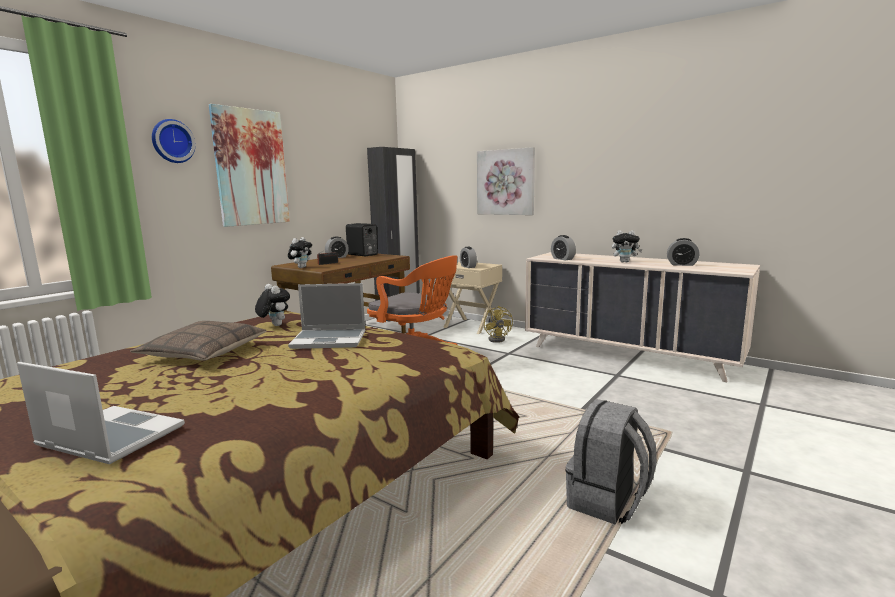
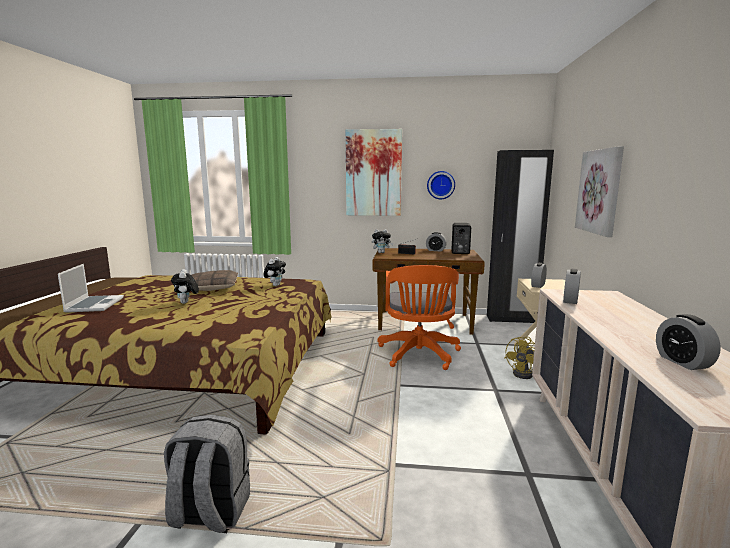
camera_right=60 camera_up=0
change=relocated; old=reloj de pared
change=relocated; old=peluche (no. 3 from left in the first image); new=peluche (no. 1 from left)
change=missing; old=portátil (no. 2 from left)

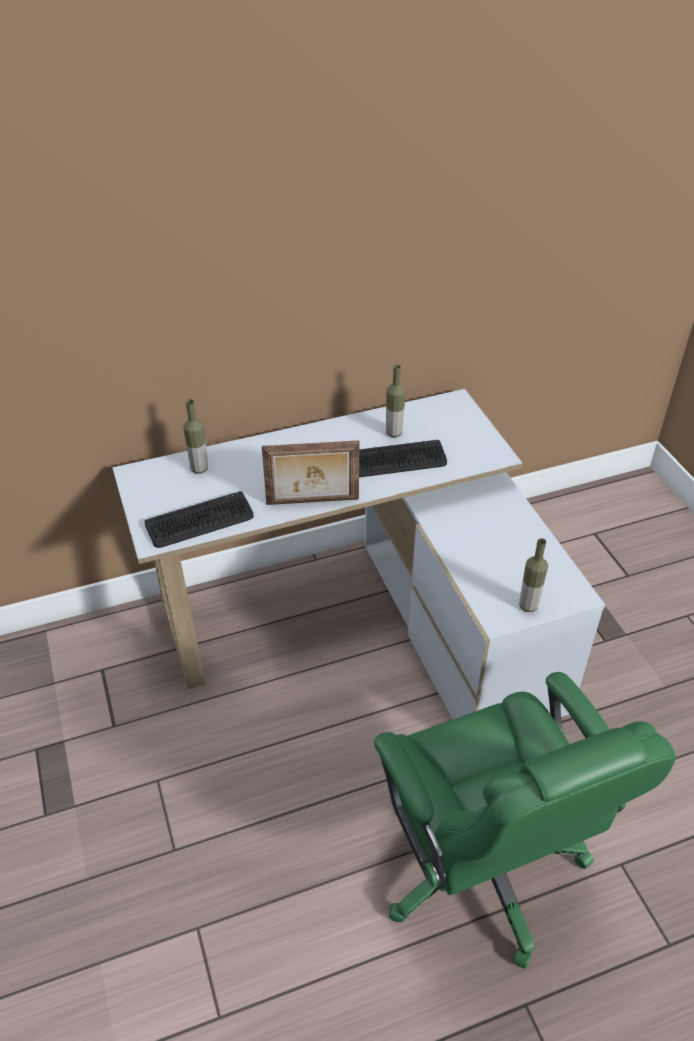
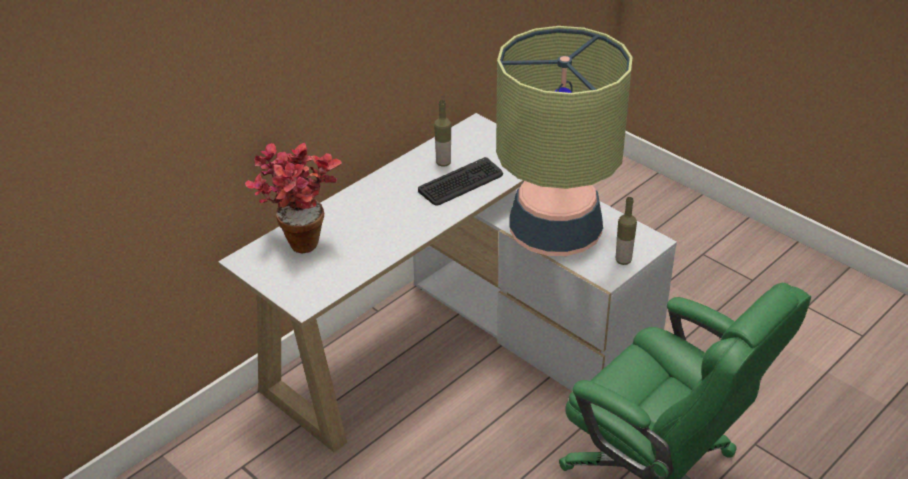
camera_right=-25 camera_up=-5
change=exchanged; old=botella (no. 1 from left); new=planta en maceta
change=missing; old=portarretratos
change=missing; old=teclado (no. 1 from left)
change=appeared; new=lámpara de mesa

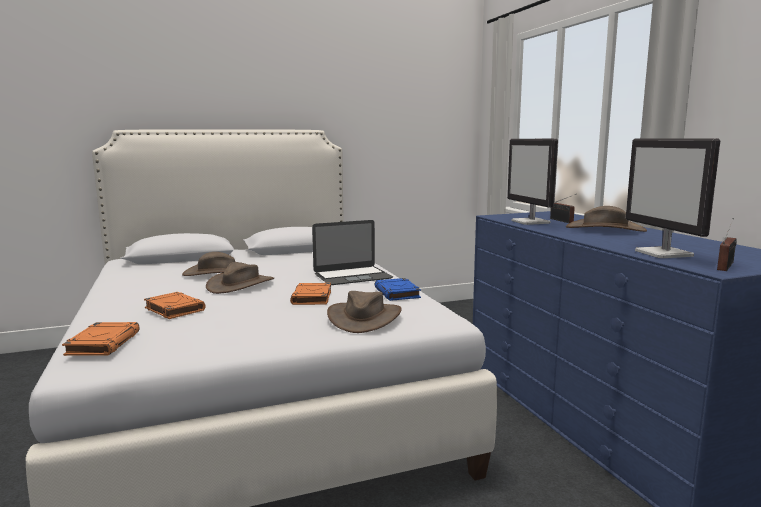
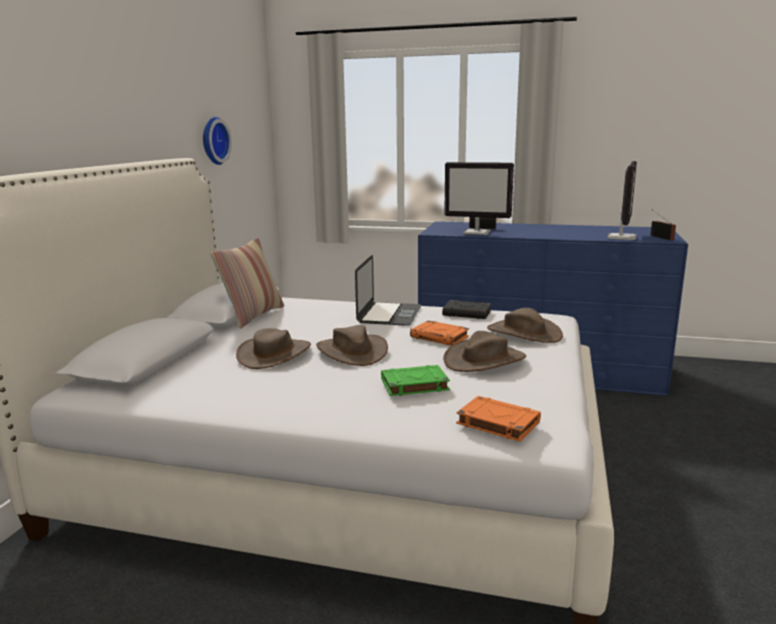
camera_right=-55 camera_up=5
change=spun; old=monitor (no. 2 from left); degrees=-90
change=relocated; old=sombrero/marrón (no. 4 from left in the first image); new=sombrero/marrón (no. 3 from left)
change=colour; old=libro/azul; new=libro/negro
change=colour; old=libro/naranja (no. 2 from left); new=libro/verde
change=appeared; new=reloj de pared
change=appeared; new=cojín

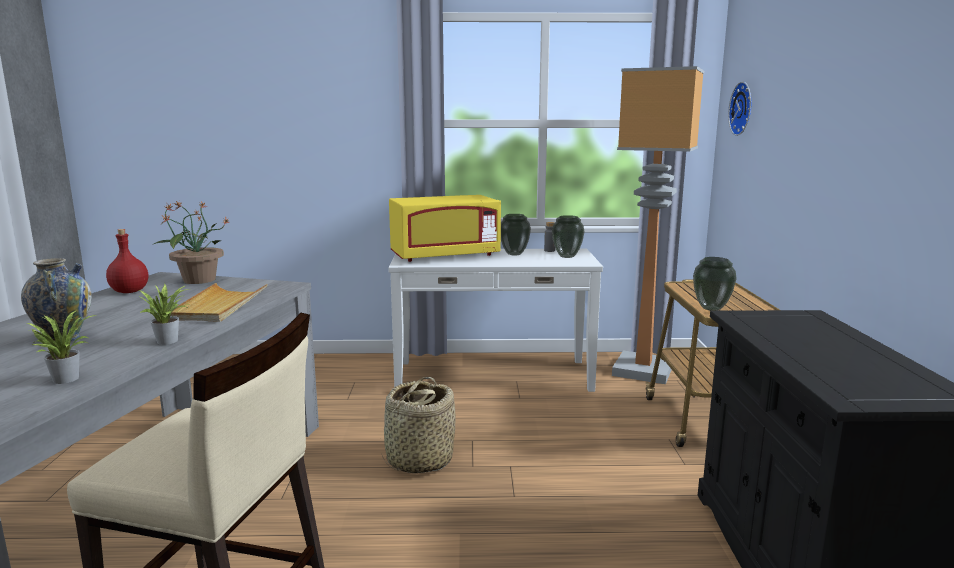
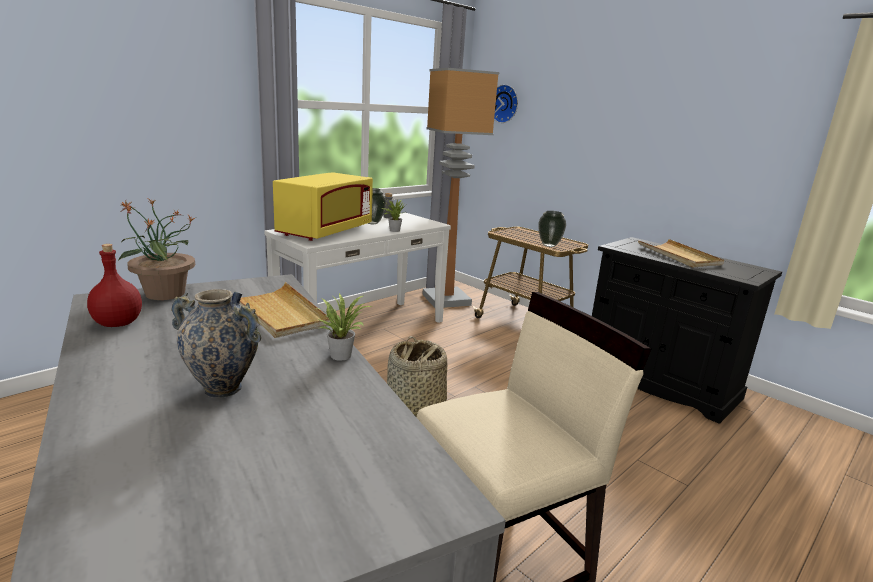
camera_right=-45 camera_up=5
change=missing; old=florero (no. 3 from left)
change=relocated; old=planta en maceta (no. 1 from left in the first image); new=planta en maceta (no. 3 from left)
change=appeared; new=bandeja/beis (no. 2 from left)

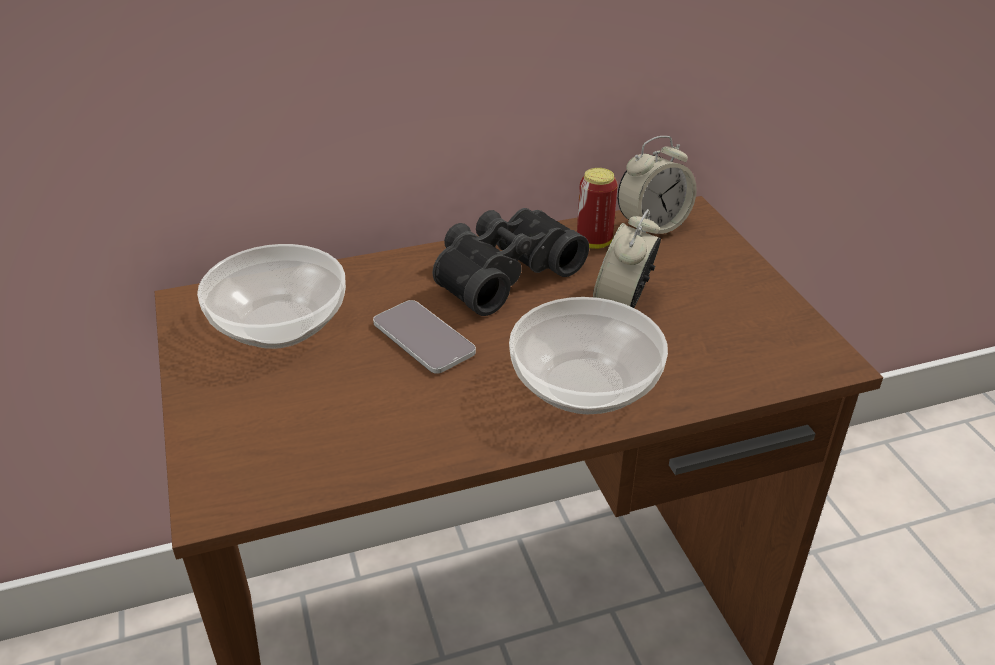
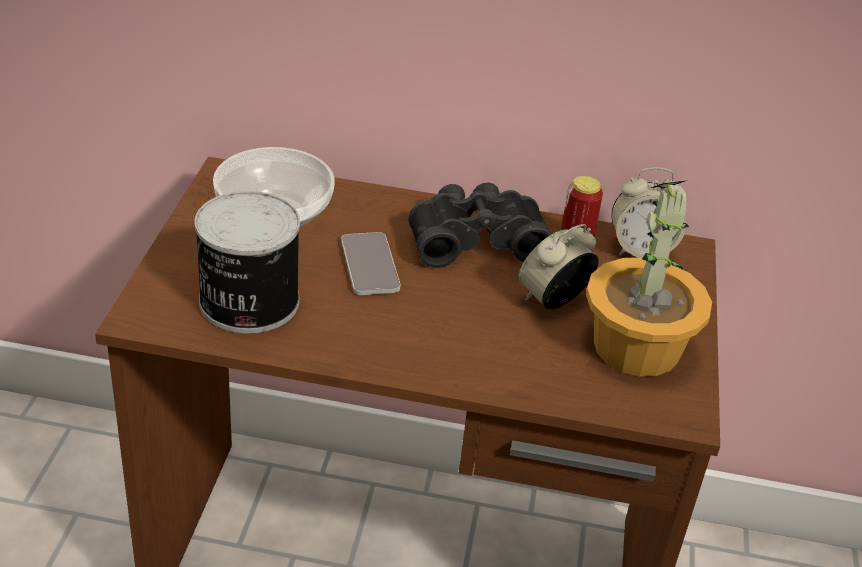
camera_right=25 camera_up=0
change=missing; old=cuenco (no. 2 from left)
change=appeared; new=planta en maceta
change=appeared; new=lata (no. 1 from left)

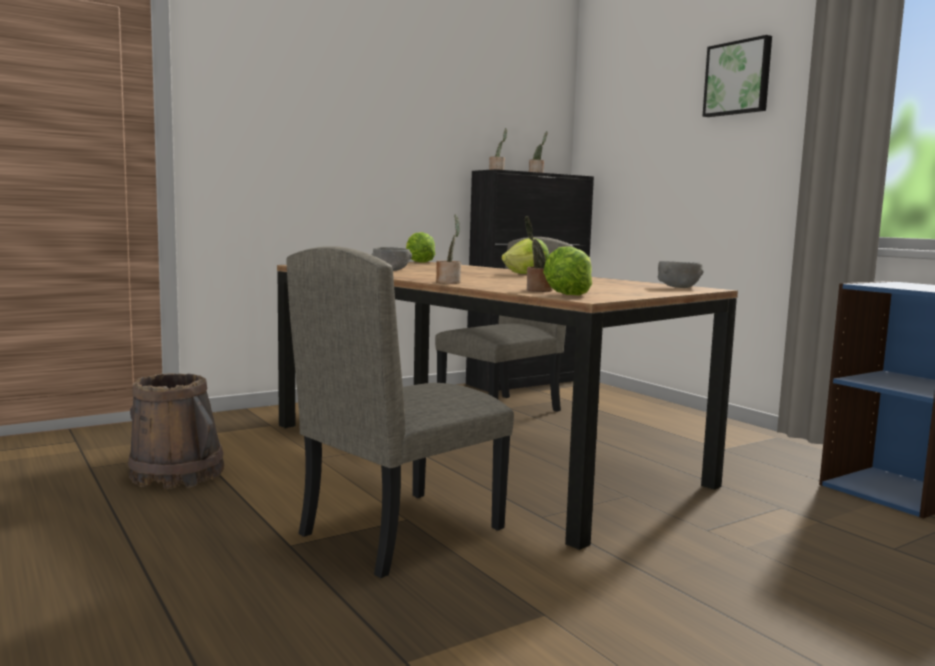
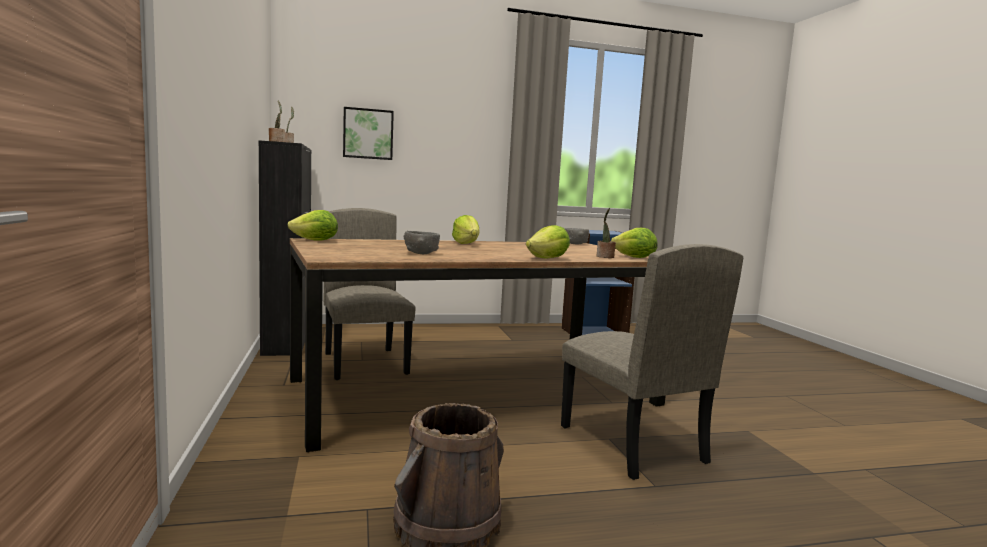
camera_right=-70 camera_up=0
change=relocated; old=cuadro
change=exchanged; old=planta en maceta (no. 1 from left); new=lechuga (no. 3 from left)

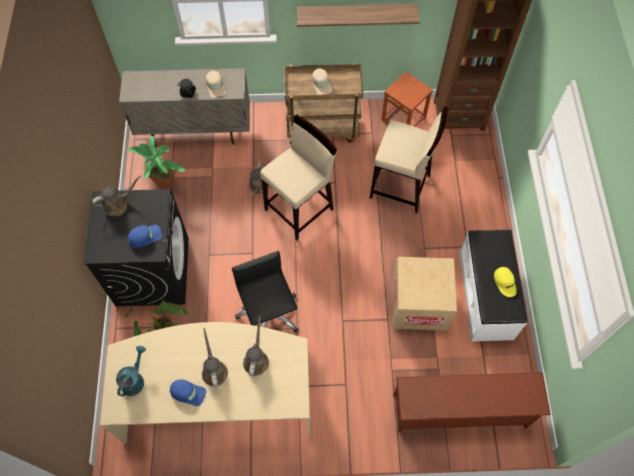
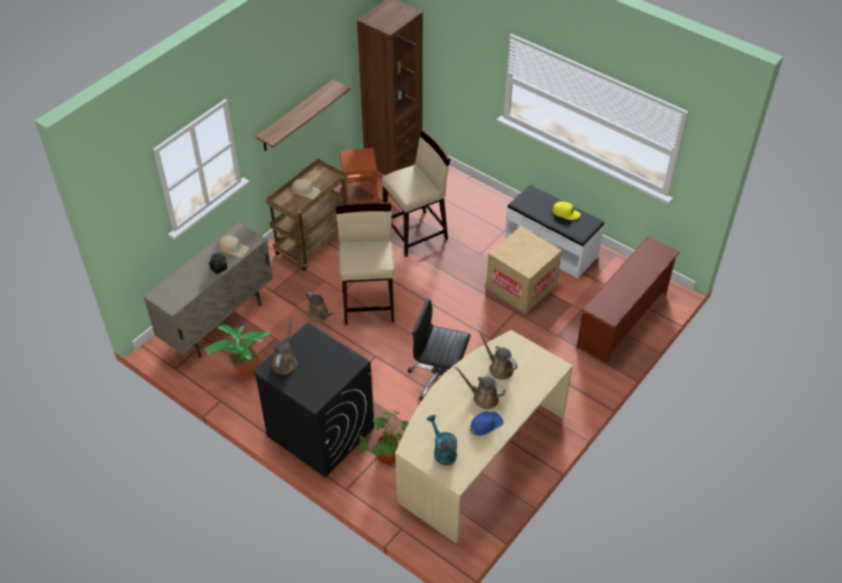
camera_right=-50 camera_up=-15
change=missing; old=gorra/azul (no. 1 from left)

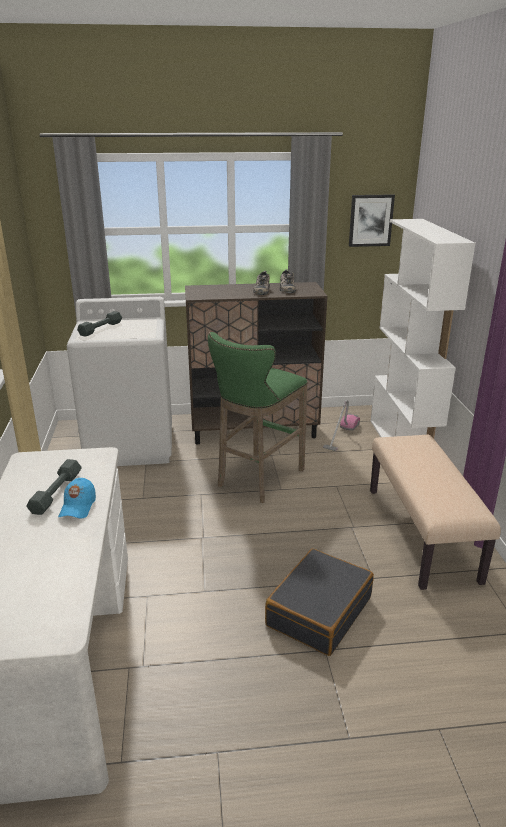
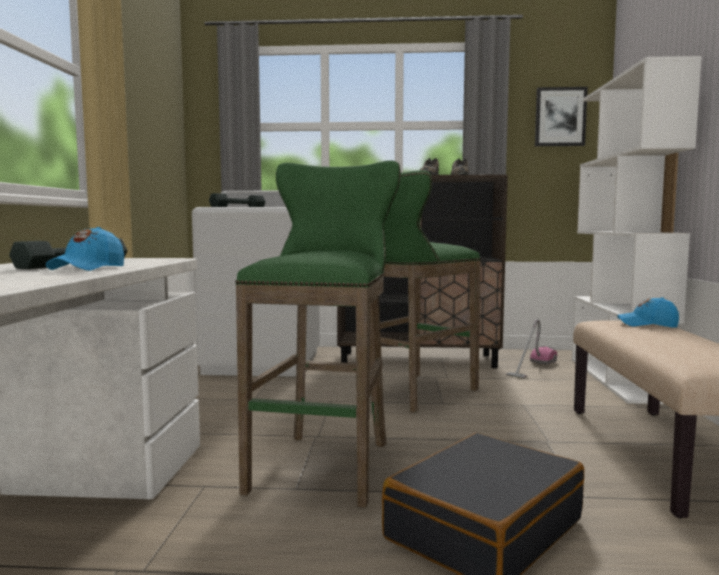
camera_right=10 camera_up=-20
change=appeared; new=taburete/verde (no. 1 from left)
change=appeared; new=gorra/azul (no. 2 from left)

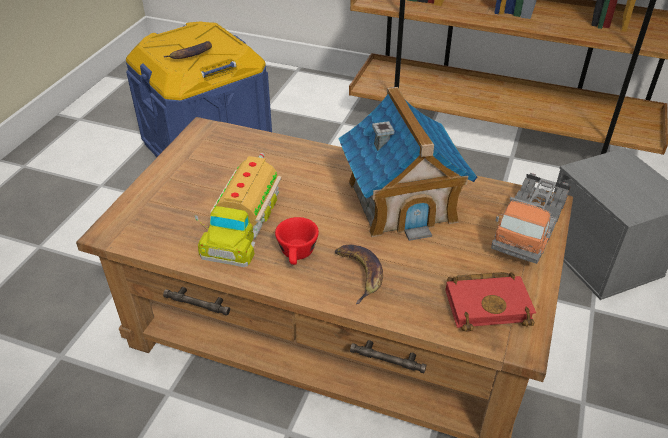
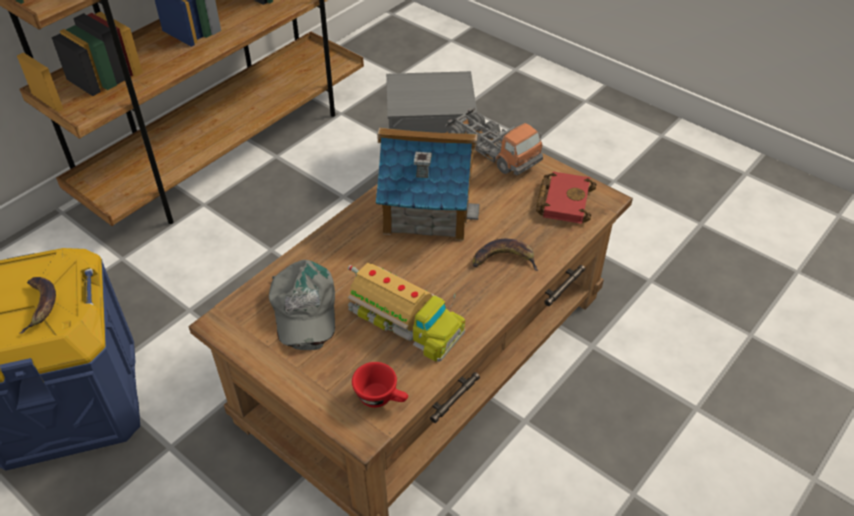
camera_right=-70 camera_up=5
change=relocated; old=taza/rojo
change=appeared; new=gorra/gris

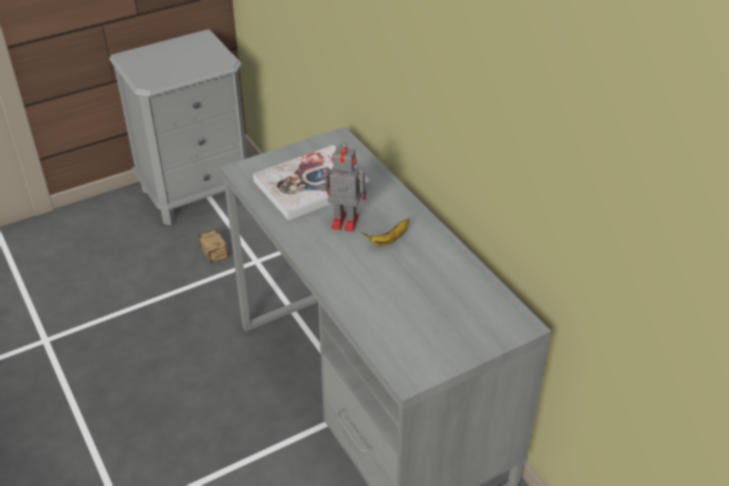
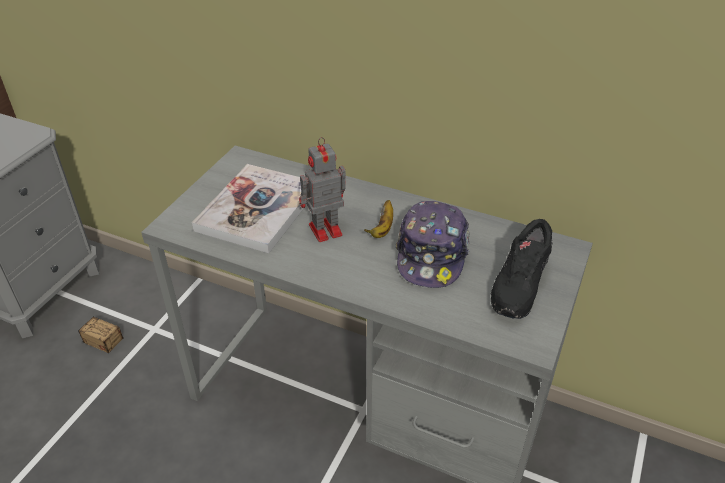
camera_right=-35 camera_up=0
change=appeared; new=gorra
change=appeared; new=zapato/negro

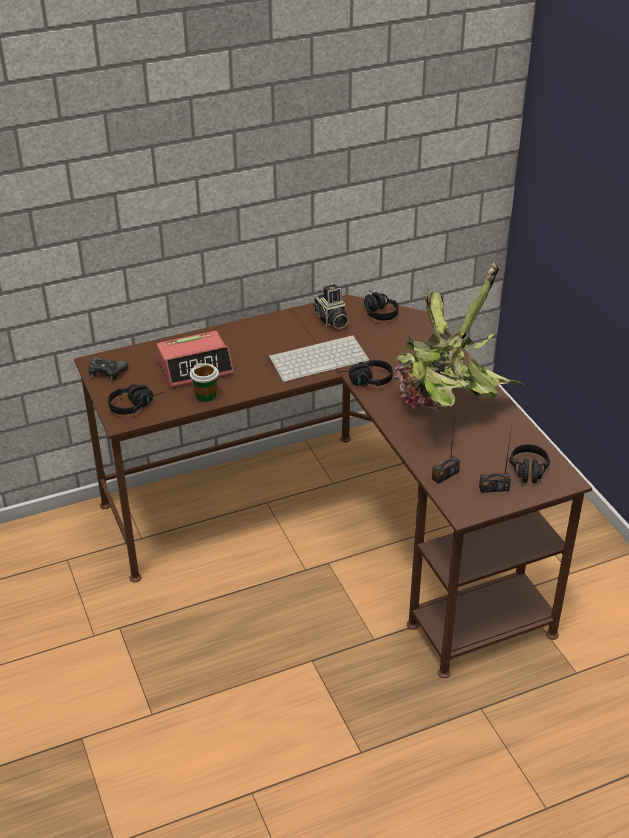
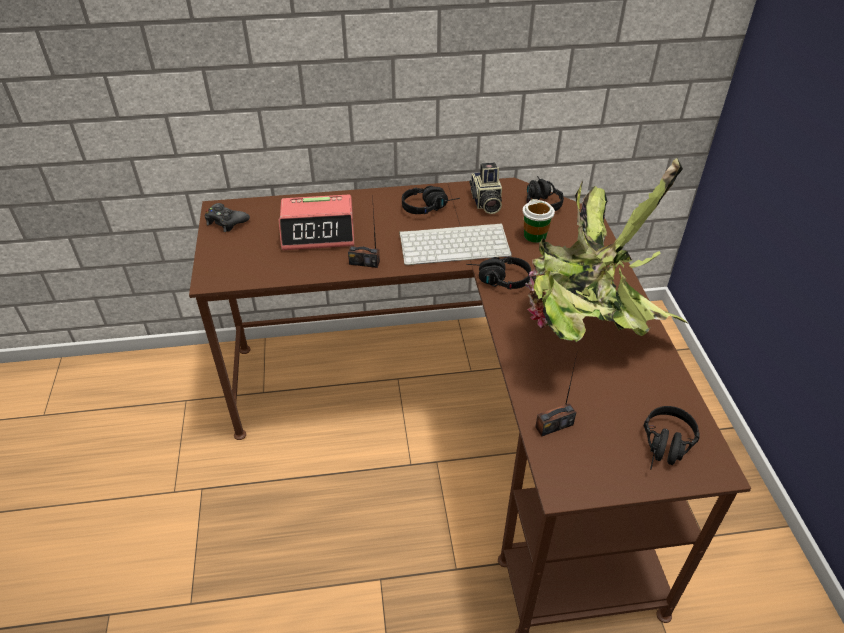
camera_right=15 camera_up=5
change=relocated; old=taza
change=relocated; old=auriculares/negro (no. 1 from left)
change=relocated; old=radio (no. 2 from left in the first image); new=radio (no. 1 from left)

